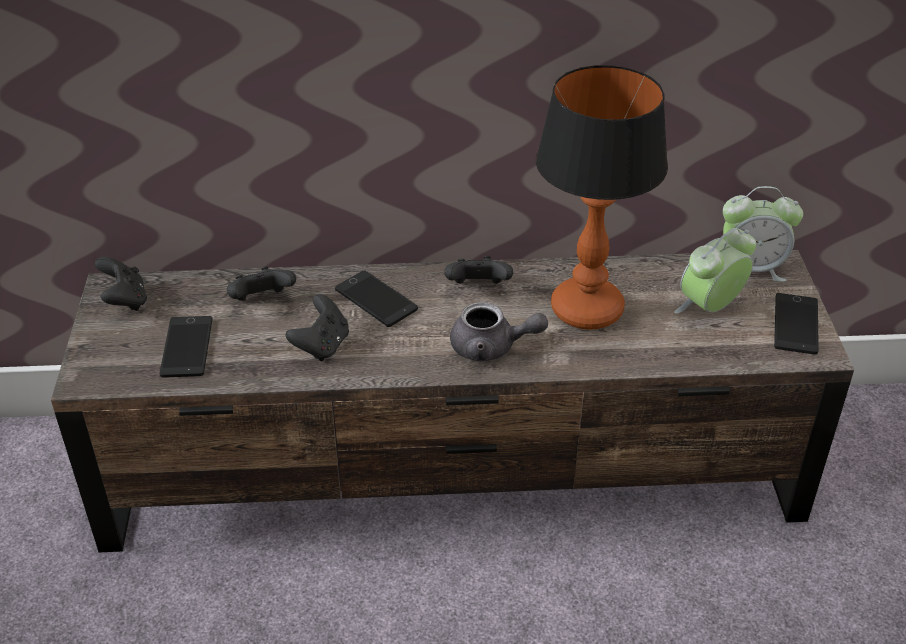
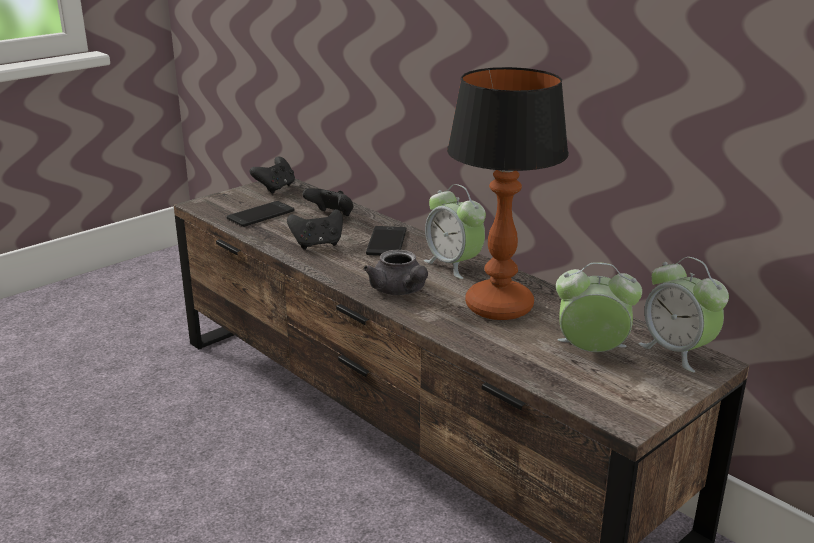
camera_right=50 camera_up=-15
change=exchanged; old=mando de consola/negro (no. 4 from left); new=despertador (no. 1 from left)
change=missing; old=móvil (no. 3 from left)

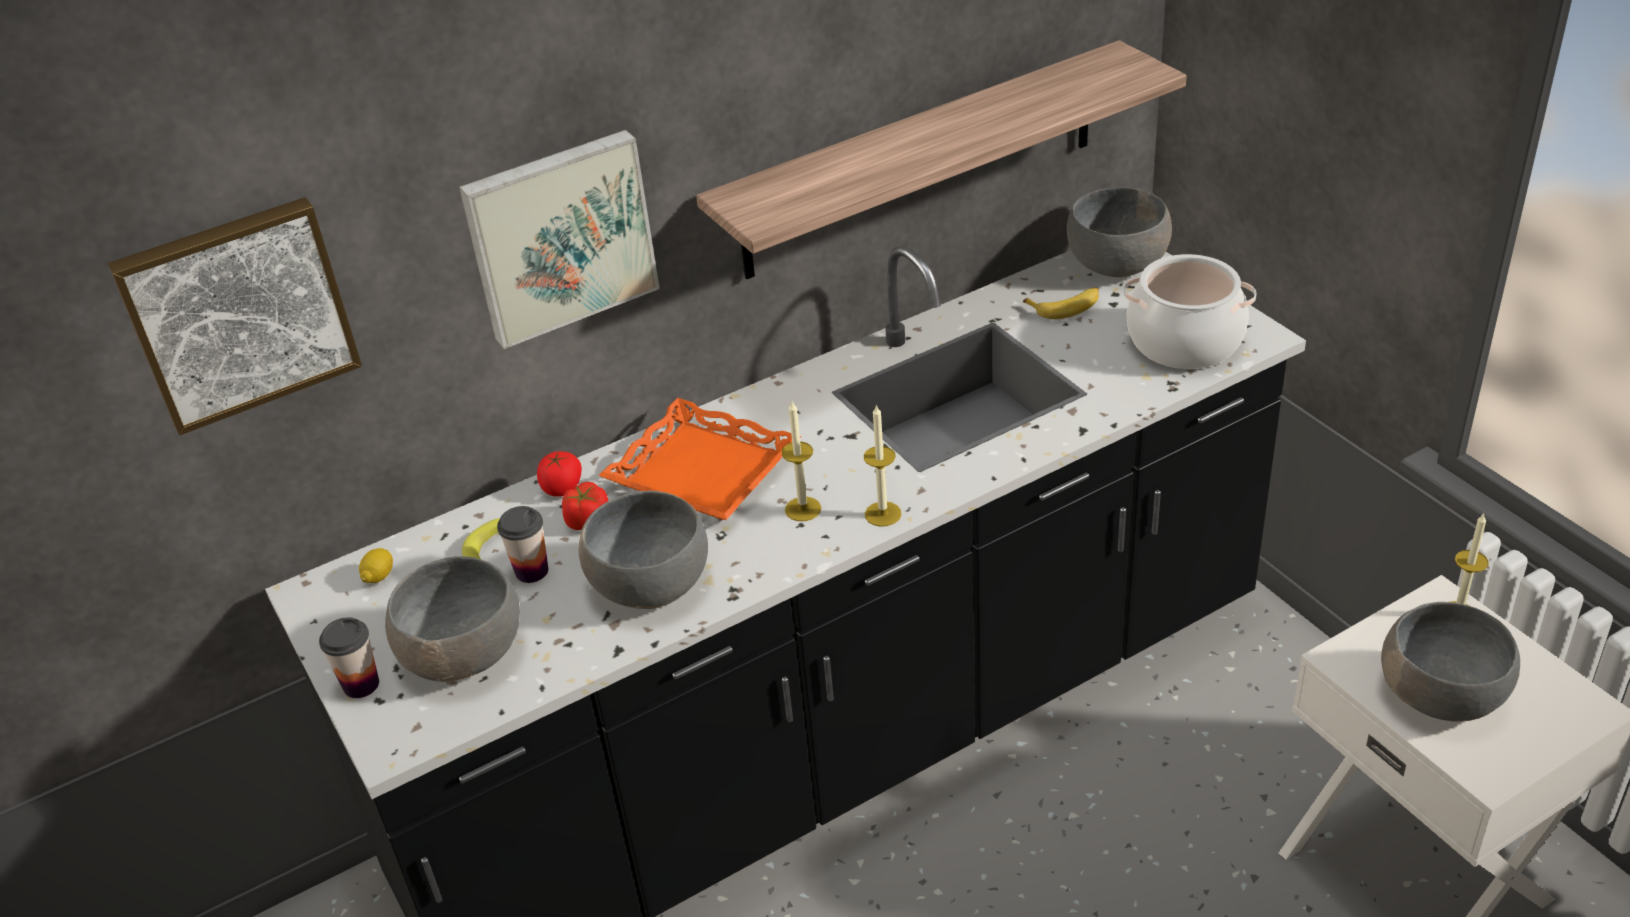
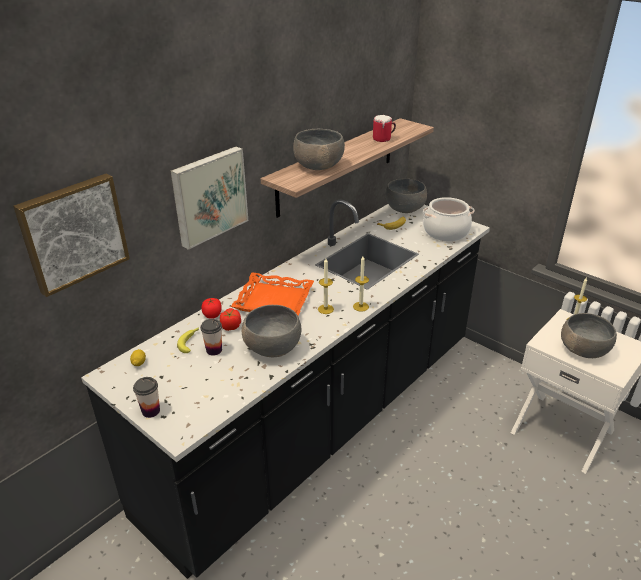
camera_right=-20 camera_up=-5
change=relocated; old=cuenco/gris (no. 1 from left in the first image); new=cuenco/gris (no. 2 from left)
change=appeared; new=taza grande

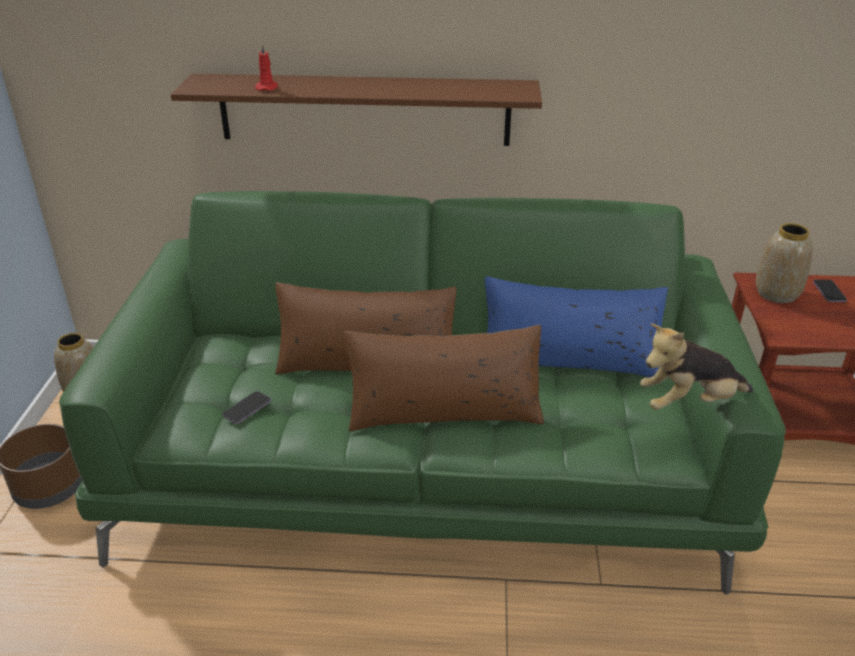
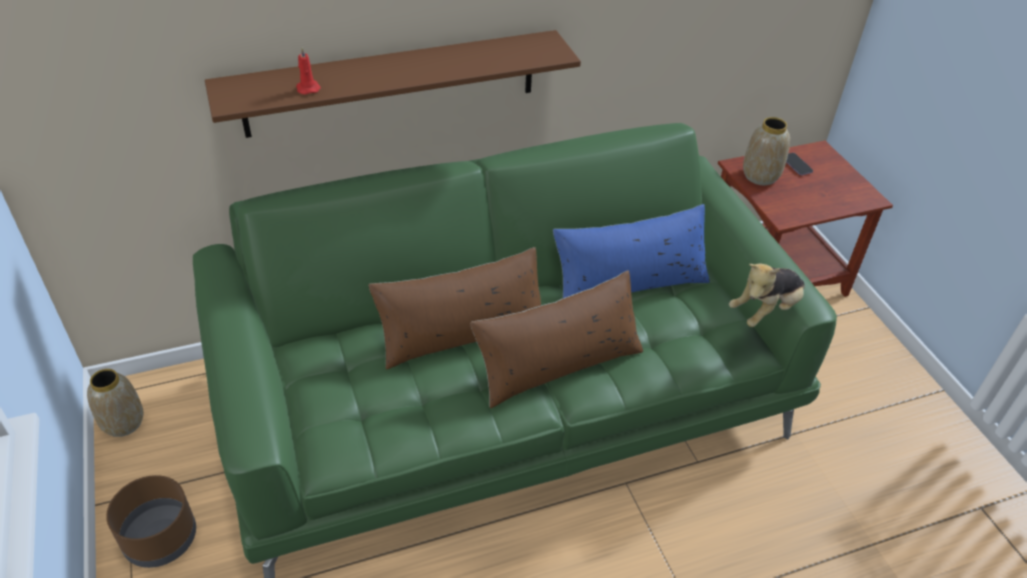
camera_right=-25 camera_up=10
change=missing; old=móvil (no. 1 from left)

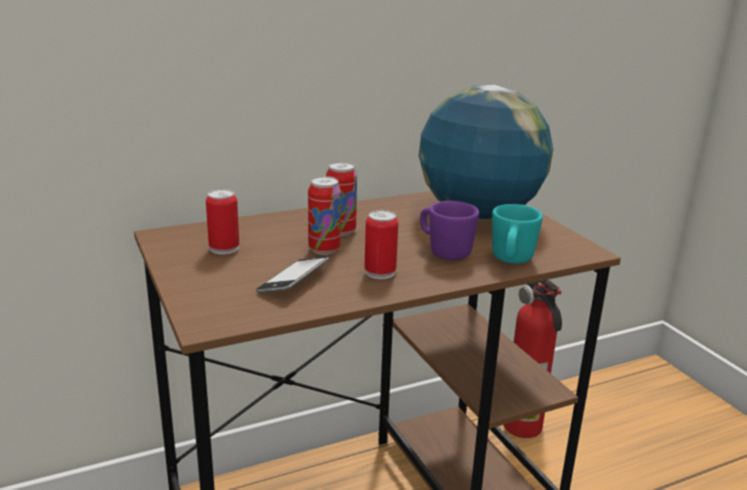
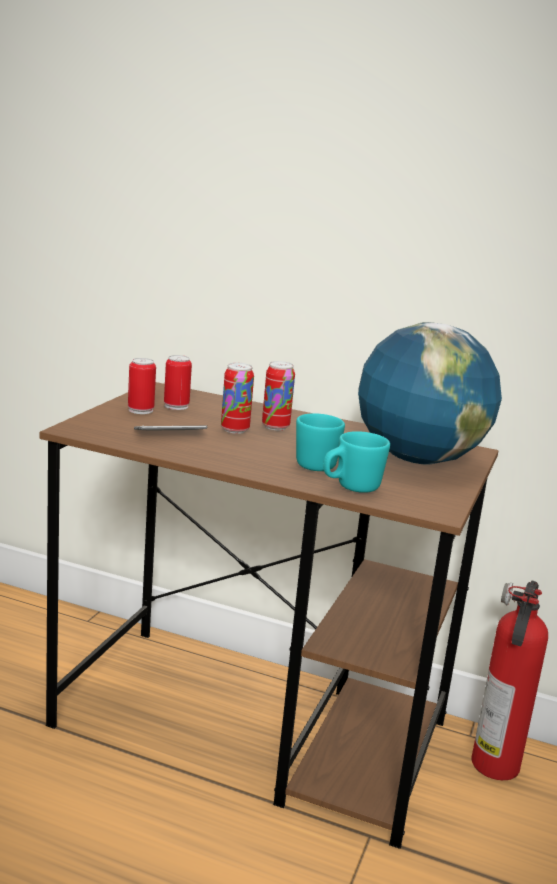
camera_right=45 camera_up=-5
change=colour; old=taza grande/morado; new=taza grande/turquesa (no. 1 from left)
change=relocated; old=lata (no. 4 from left in the first image); new=lata (no. 1 from left)

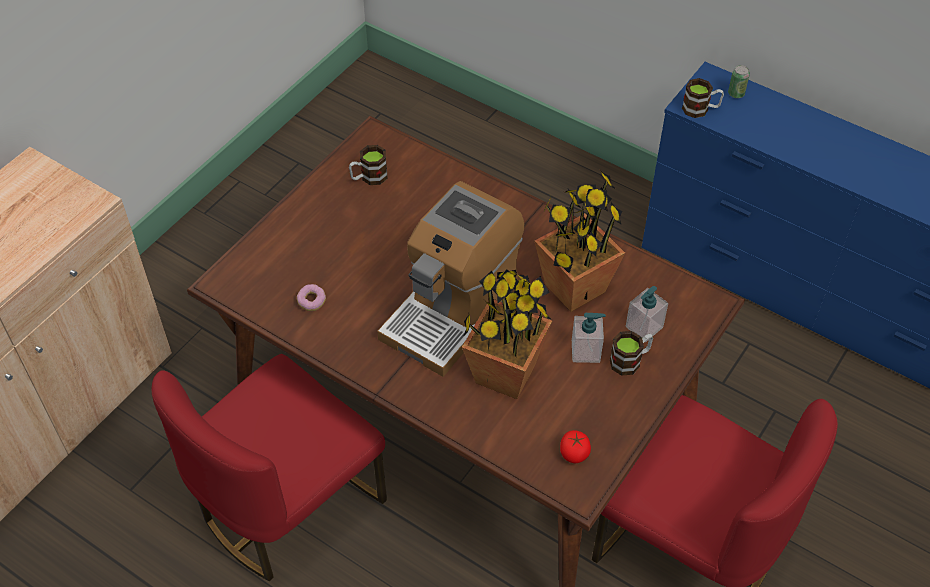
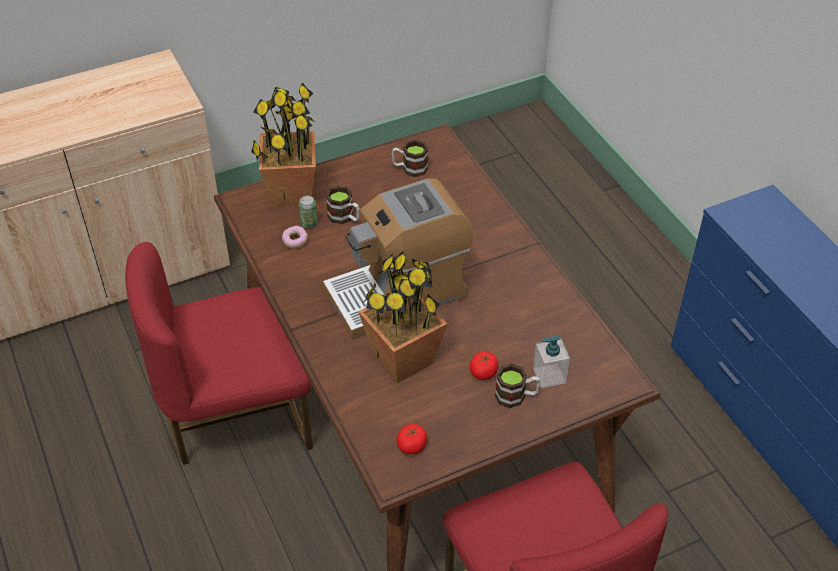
camera_right=30 camera_up=-5
change=relocated; old=lata
change=relocated; old=taza grande (no. 3 from left in the first image); new=taza grande (no. 1 from left)
change=relocated; old=planta en maceta (no. 2 from left in the first image); new=planta en maceta (no. 1 from left)
change=exchanged; old=dispensador de jabón (no. 1 from left); new=tomate (no. 2 from left)

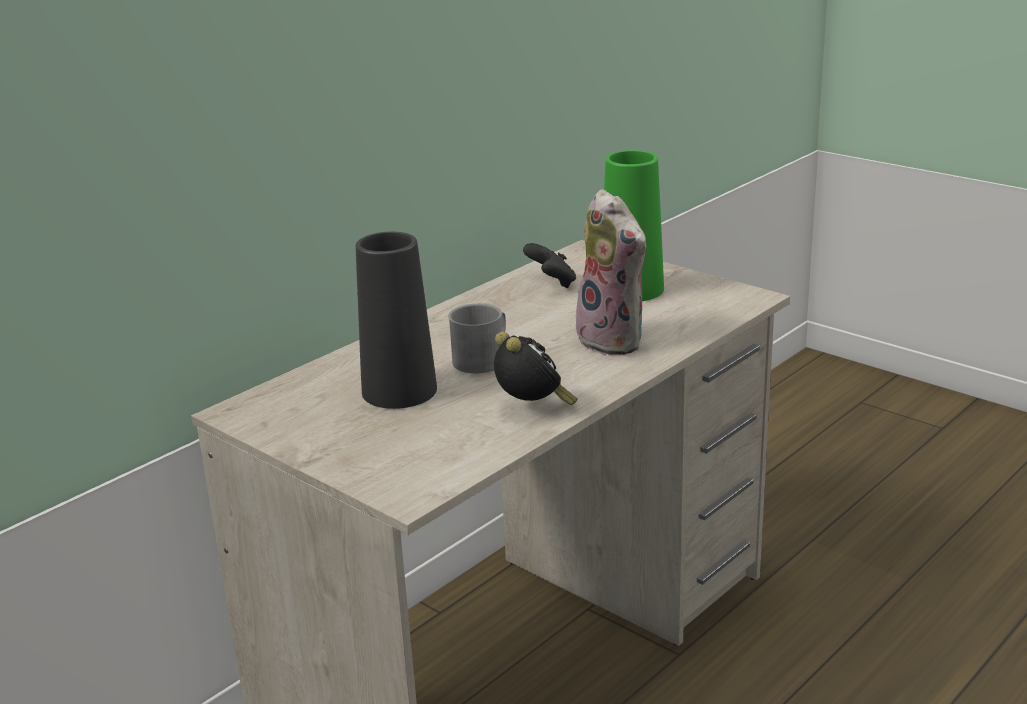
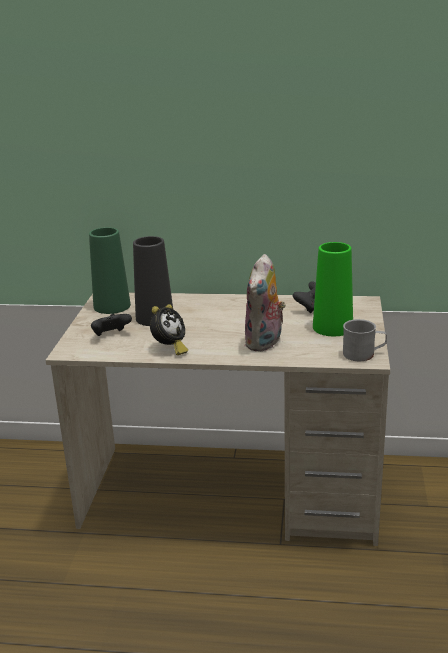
camera_right=55 camera_up=0
change=relocated; old=taza grande/gris
change=appeared; new=florero/verde (no. 1 from left)
change=appeared; new=mando de consola/negro (no. 1 from left)

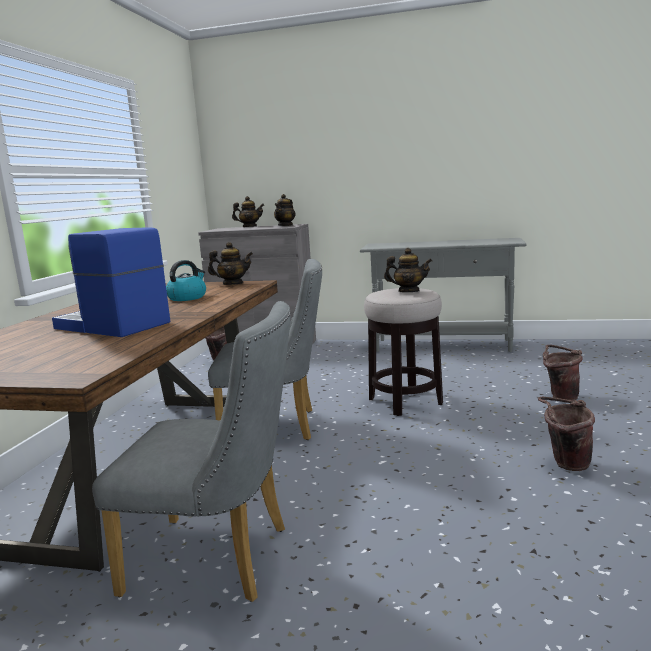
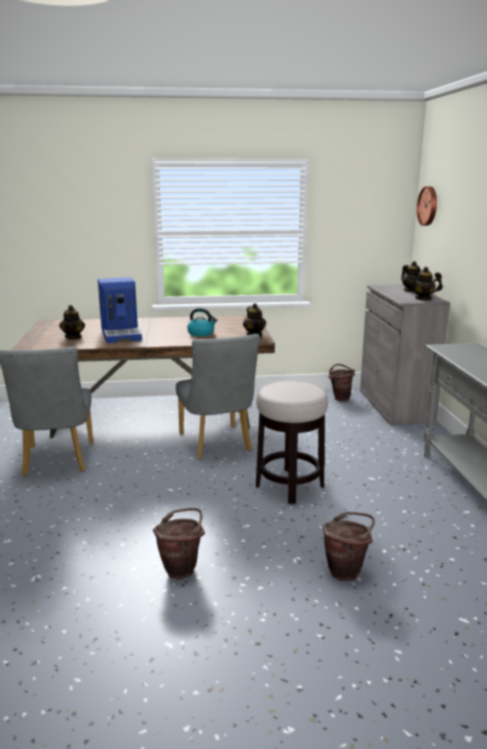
camera_right=70 camera_up=5
change=spun; old=cafetera; degrees=150
change=relocated; old=tetera (no. 4 from left in the first image); new=tetera (no. 1 from left)
change=appeared; new=reloj de pared

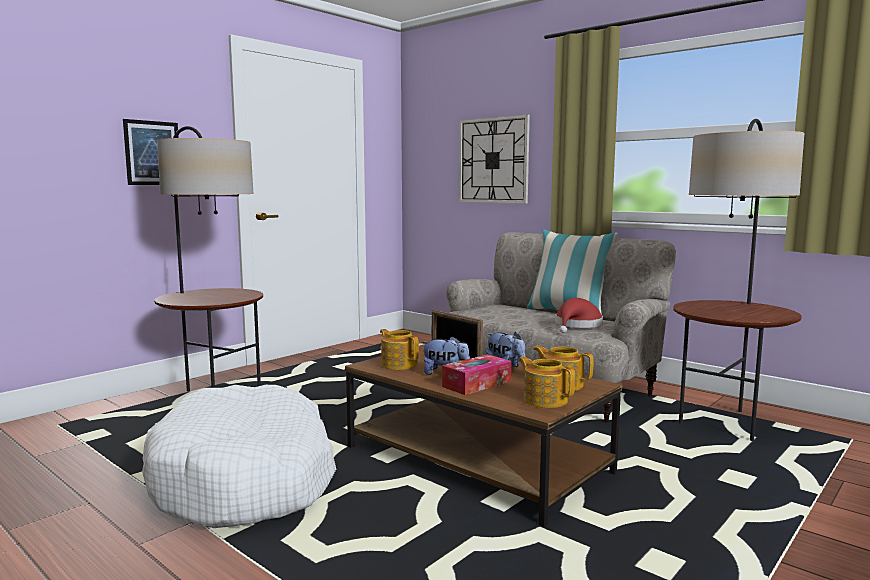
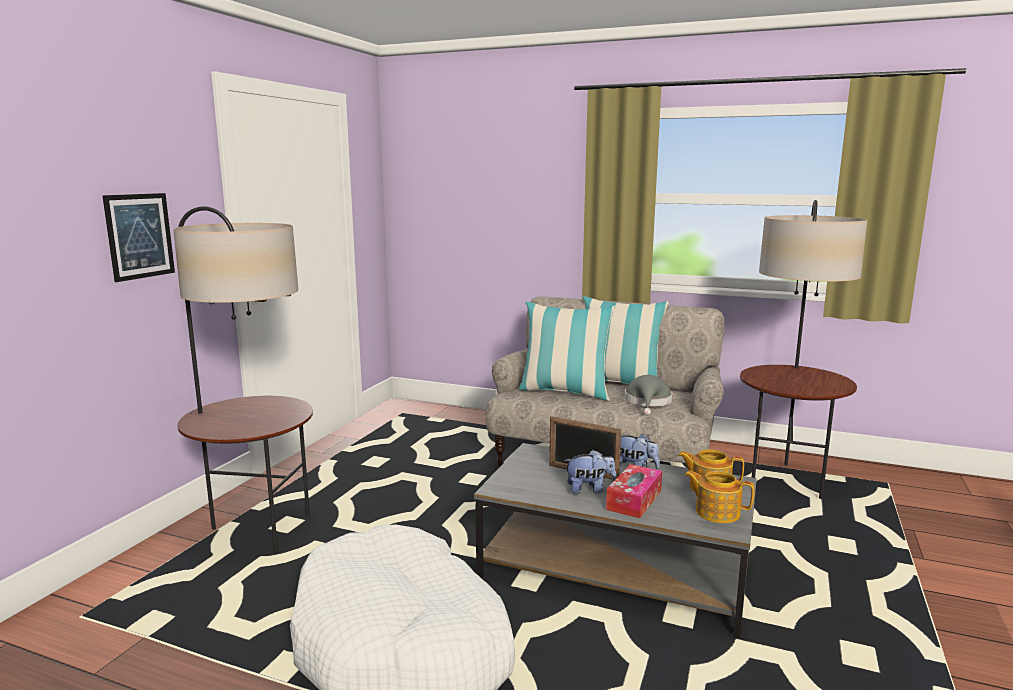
camera_right=-20 camera_up=5
change=missing; old=reloj de pared
change=colour; old=sombrero/rojo; new=sombrero/gris
change=missing; old=tetera (no. 1 from left)
change=colour; old=mesa de centro/marrón; new=mesa de centro/gris
change=appeared; new=cojín (no. 1 from left)

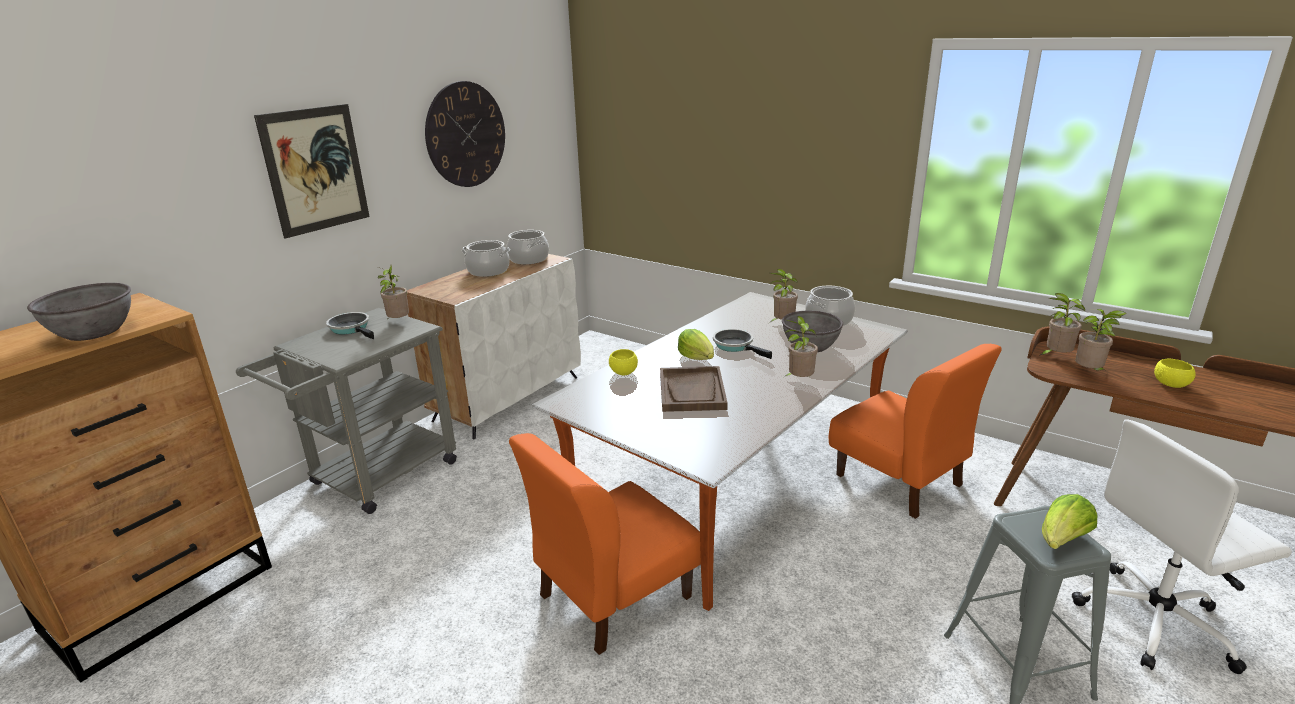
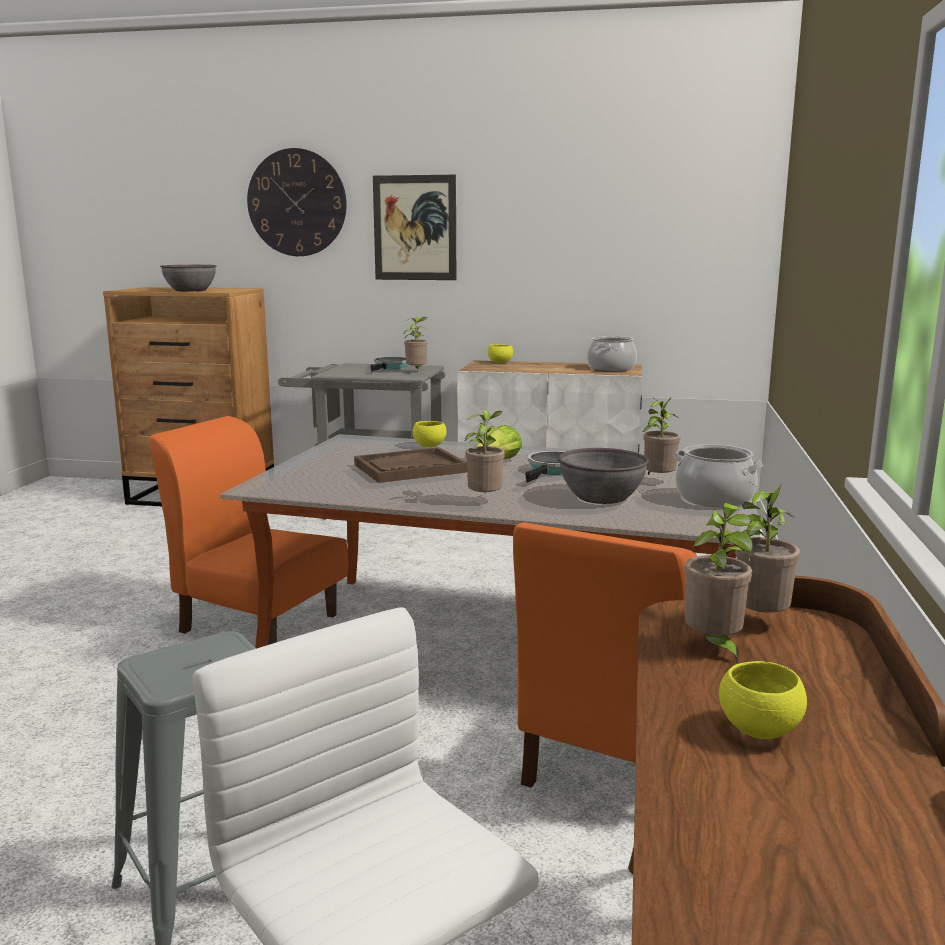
camera_right=65 camera_up=-10
change=relocated; old=reloj de pared
change=missing; old=olla (no. 1 from left)
change=missing; old=lechuga (no. 2 from left)
change=appeared; new=cuenco/amarillo (no. 2 from left)

